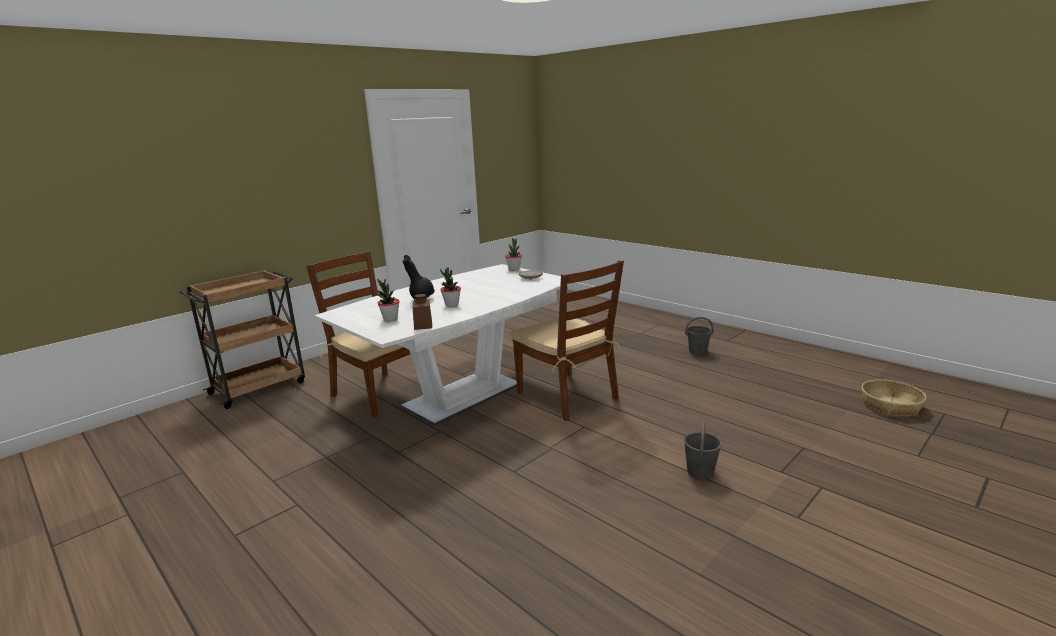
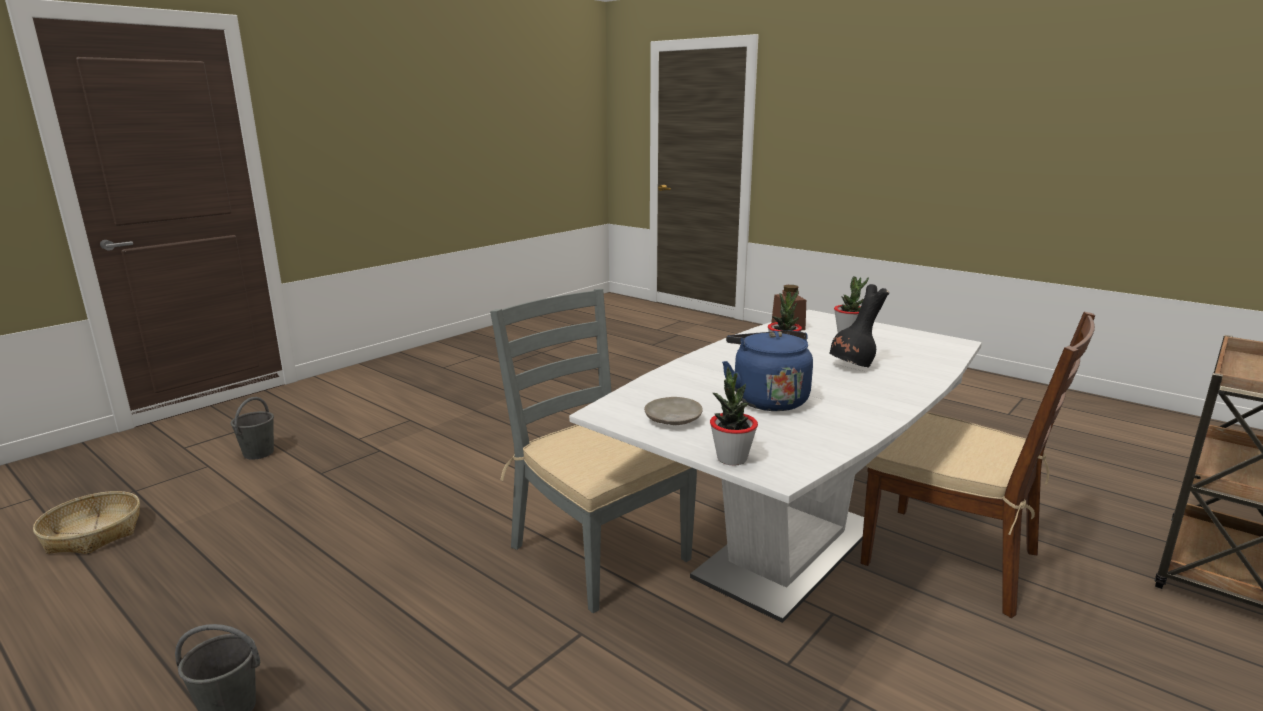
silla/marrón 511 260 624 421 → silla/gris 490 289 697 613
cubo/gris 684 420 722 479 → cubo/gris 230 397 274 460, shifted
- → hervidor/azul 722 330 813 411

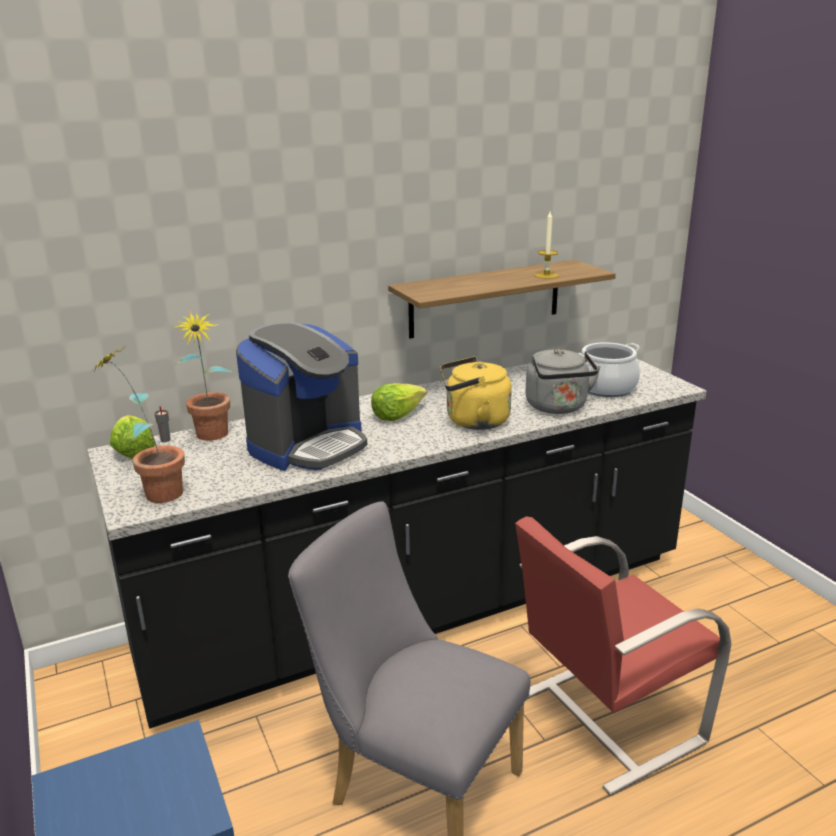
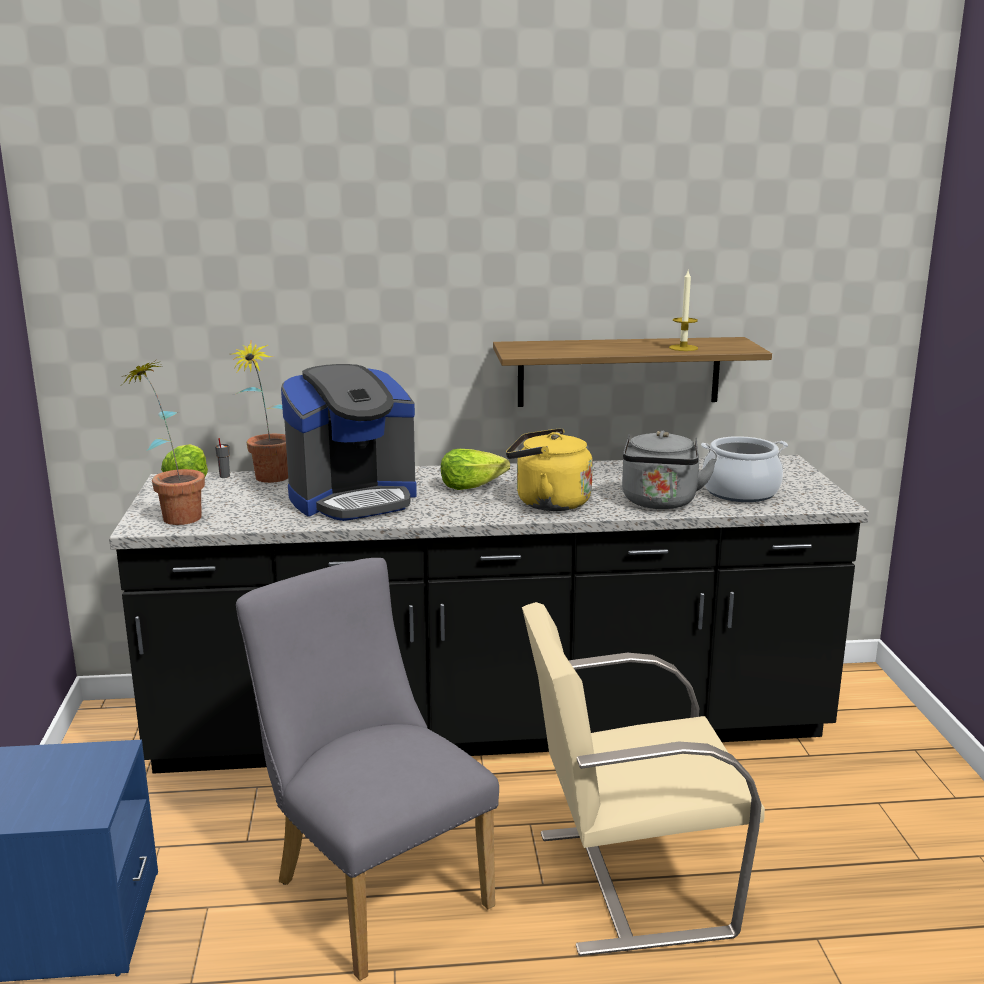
silla/rojo 515 516 731 796 → silla/beis 522 602 765 956

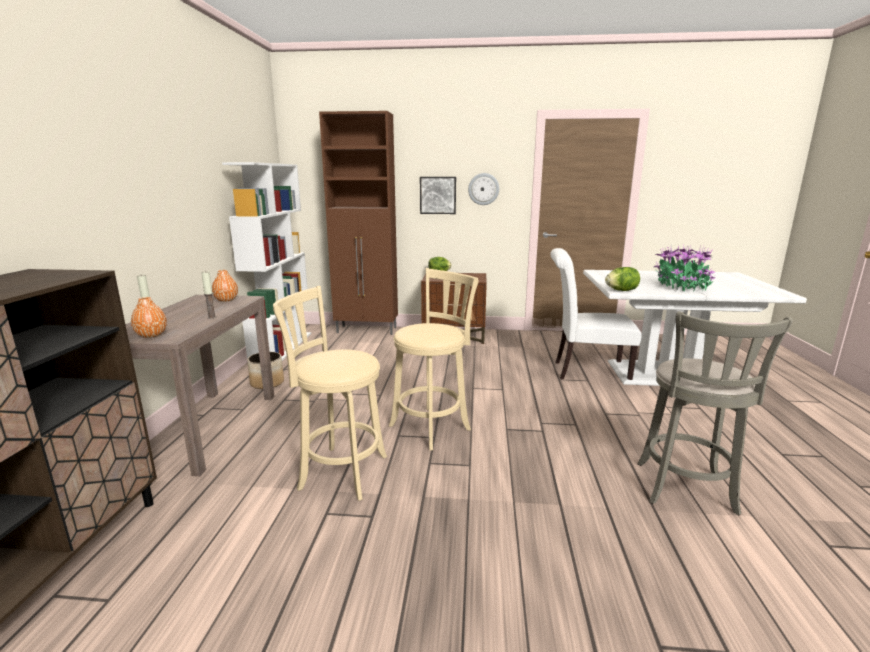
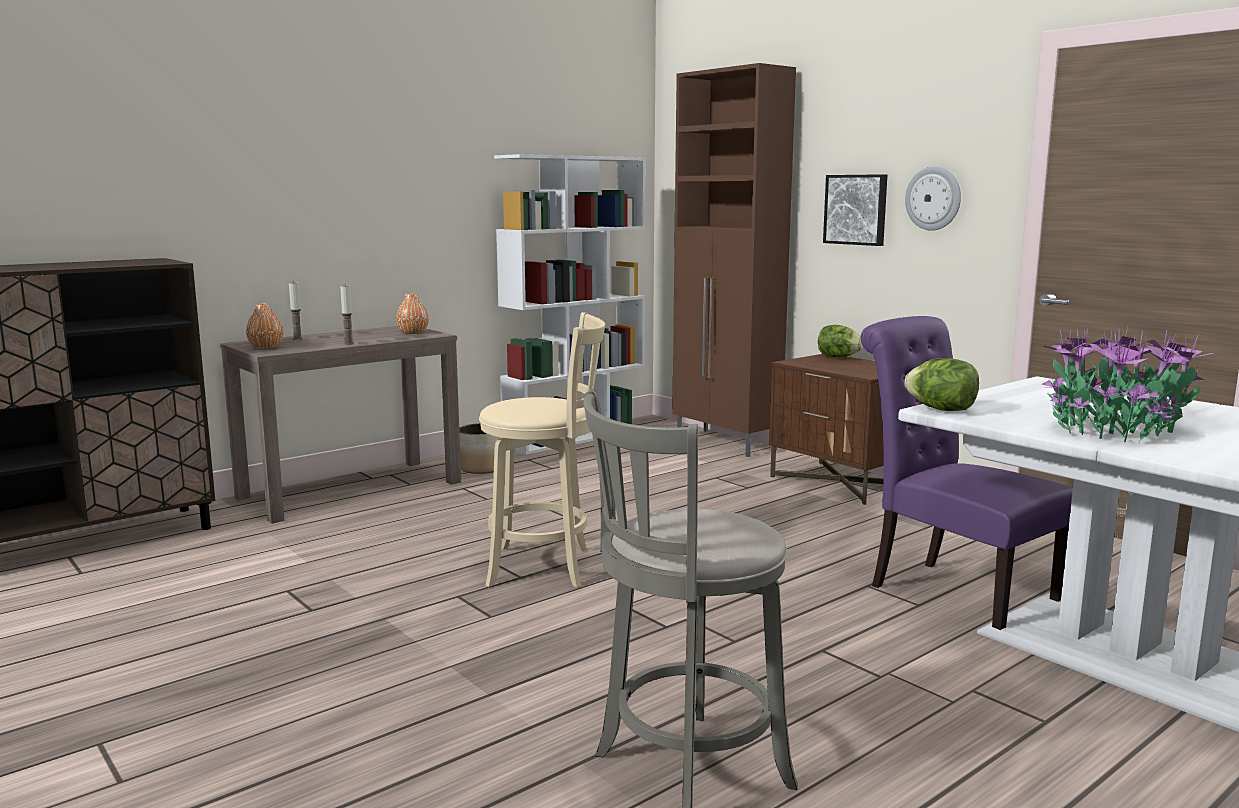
taburete/beis 273 286 387 501 → -
silla/blanco 550 248 641 380 → silla/morado 861 316 1073 630

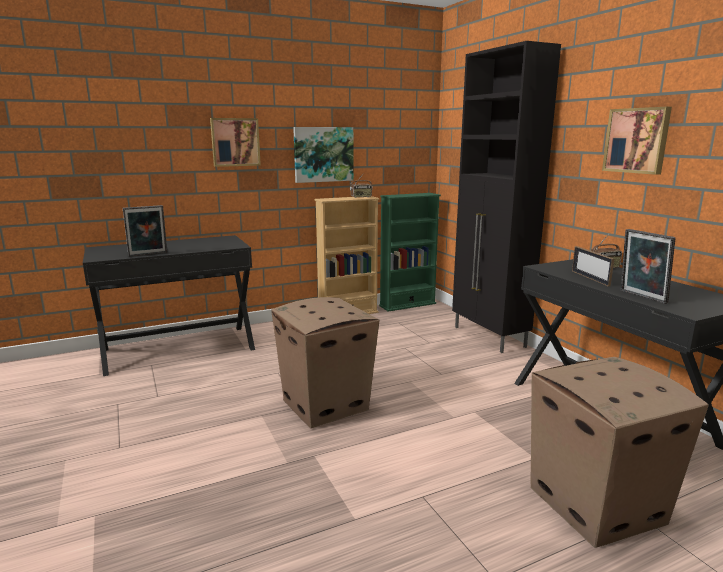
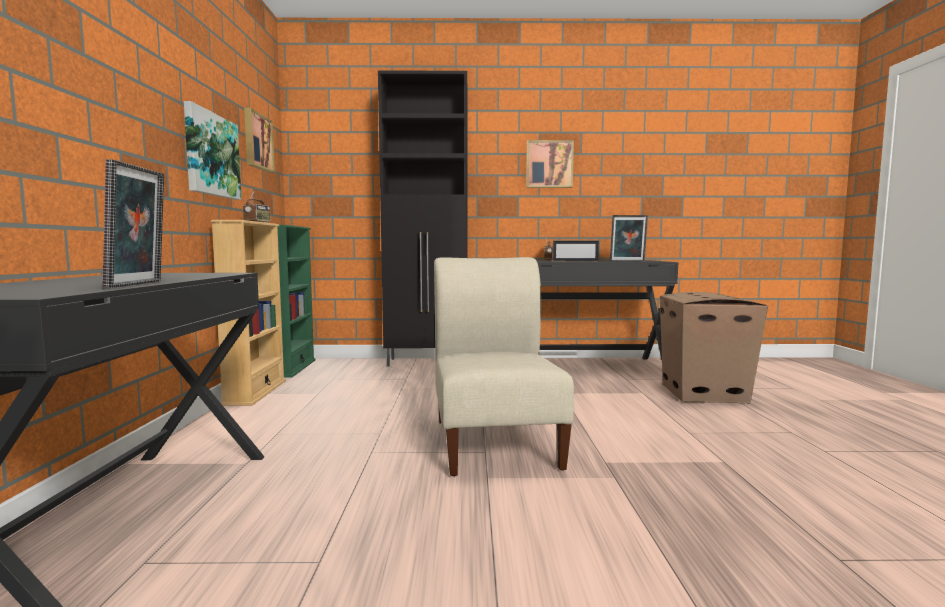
cuadro 210 118 261 167 → cuadro 244 108 275 173, shifted
caja de cartón 271 297 380 428 → silla/beis 434 257 574 476

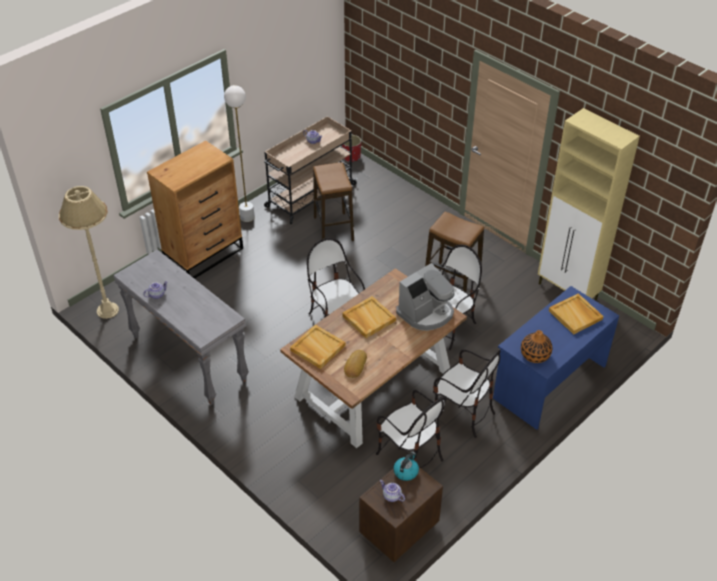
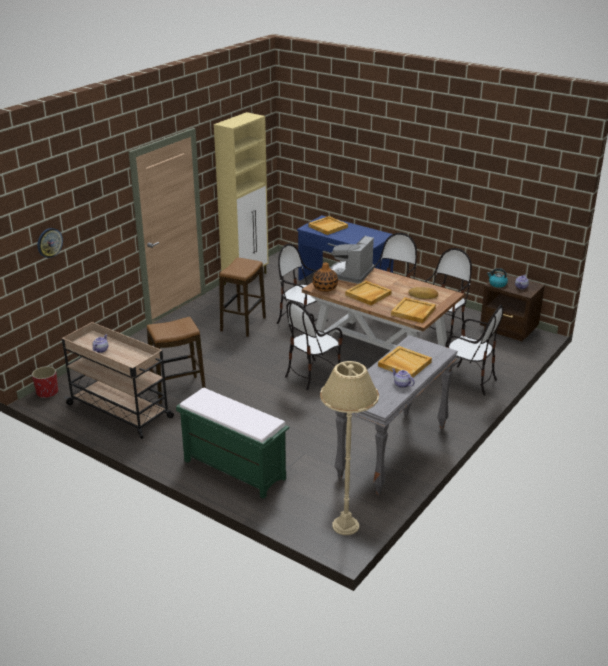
cómoda/marrón 147 140 243 279 → banco/verde 176 387 289 499
lámpara de pie/blanco 224 85 255 222 → -
cafetera 396 263 454 331 → cafetera 330 235 374 284, 105 degrees counterclockwise
florero 521 330 552 363 → florero 313 262 338 292, shifted
- → reloj de pared 38 228 63 258
- → bandeja/beis 378 346 432 377
- → silla 441 305 503 396

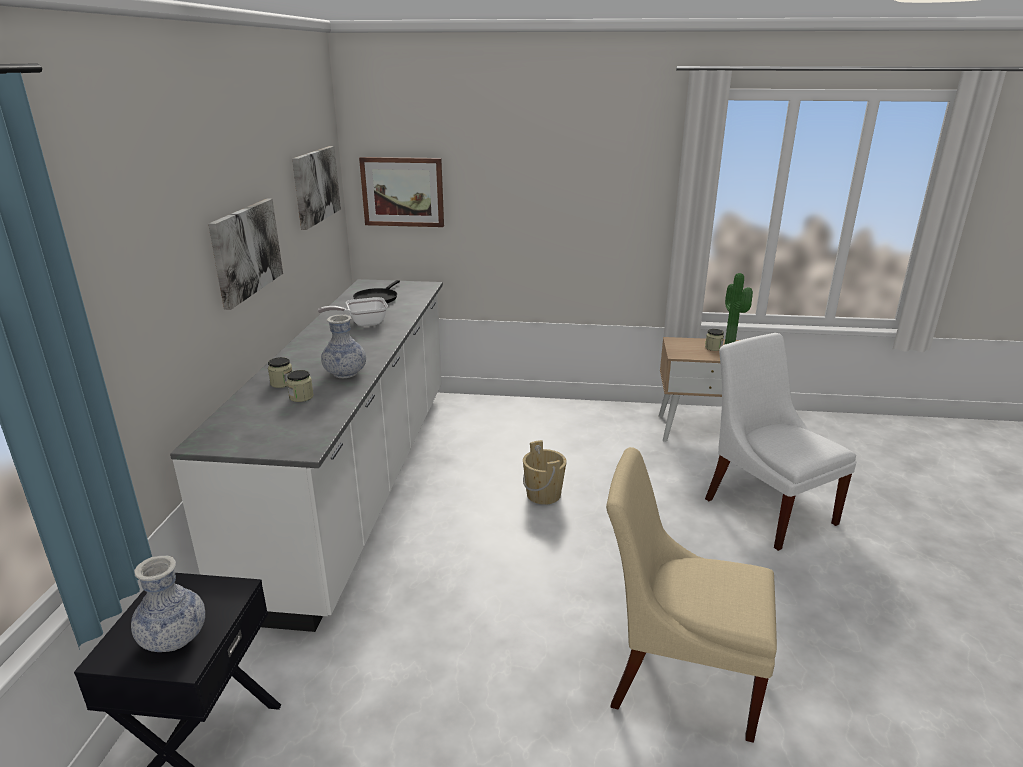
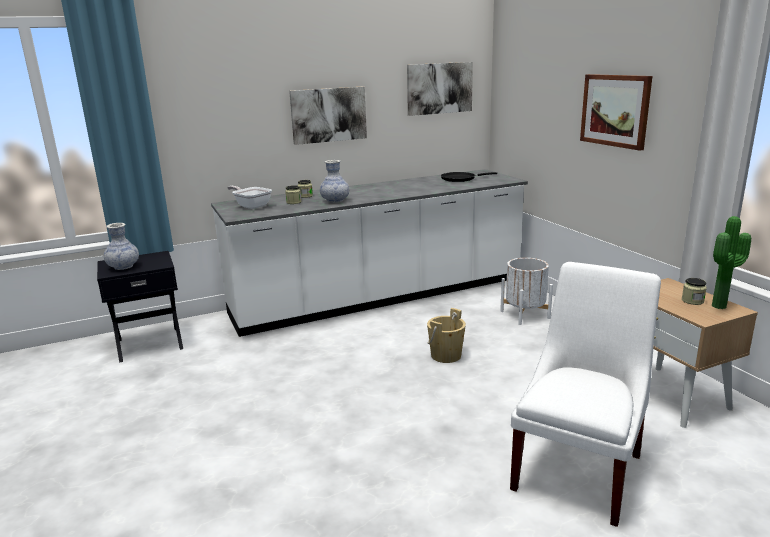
sartén 318 297 388 326 → sartén 227 186 272 209, shifted
cuadro 359 157 444 227 → cuadro 580 74 652 151, shifted
silla/beis 606 447 777 743 → -
- → maceta/blanco 500 258 553 325

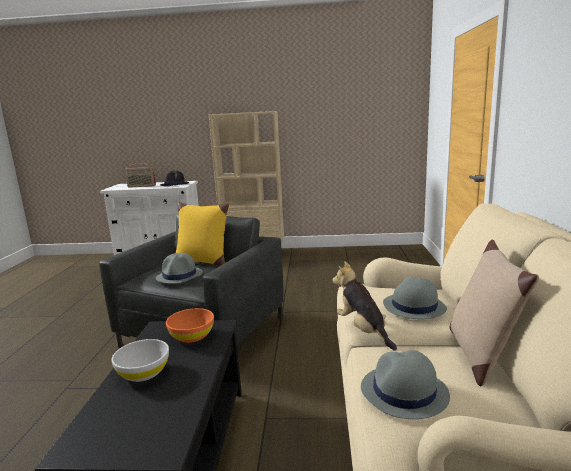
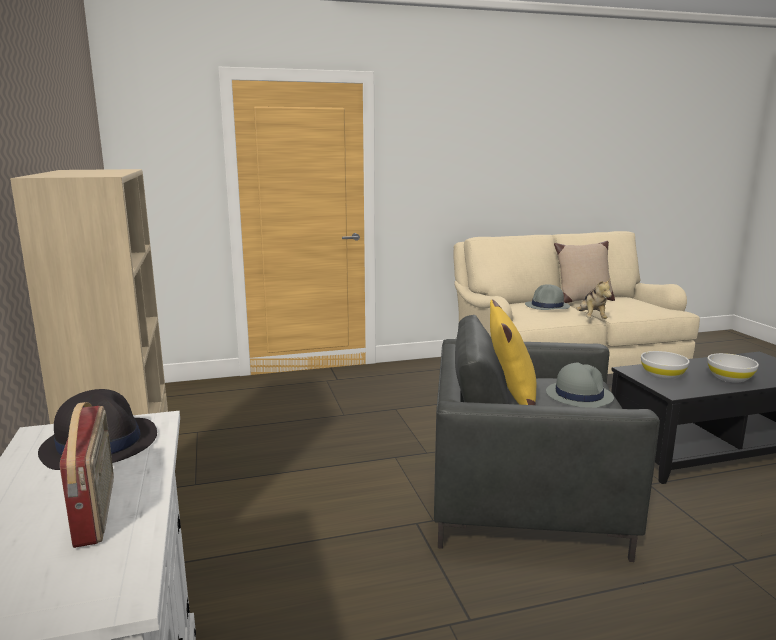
cuenco/naranja 166 308 214 343 → cuenco/blanco 641 351 690 380
peluche 332 261 397 351 → peluche 576 279 612 319, 45 degrees counterclockwise
sombrero/gris 361 350 450 419 → -

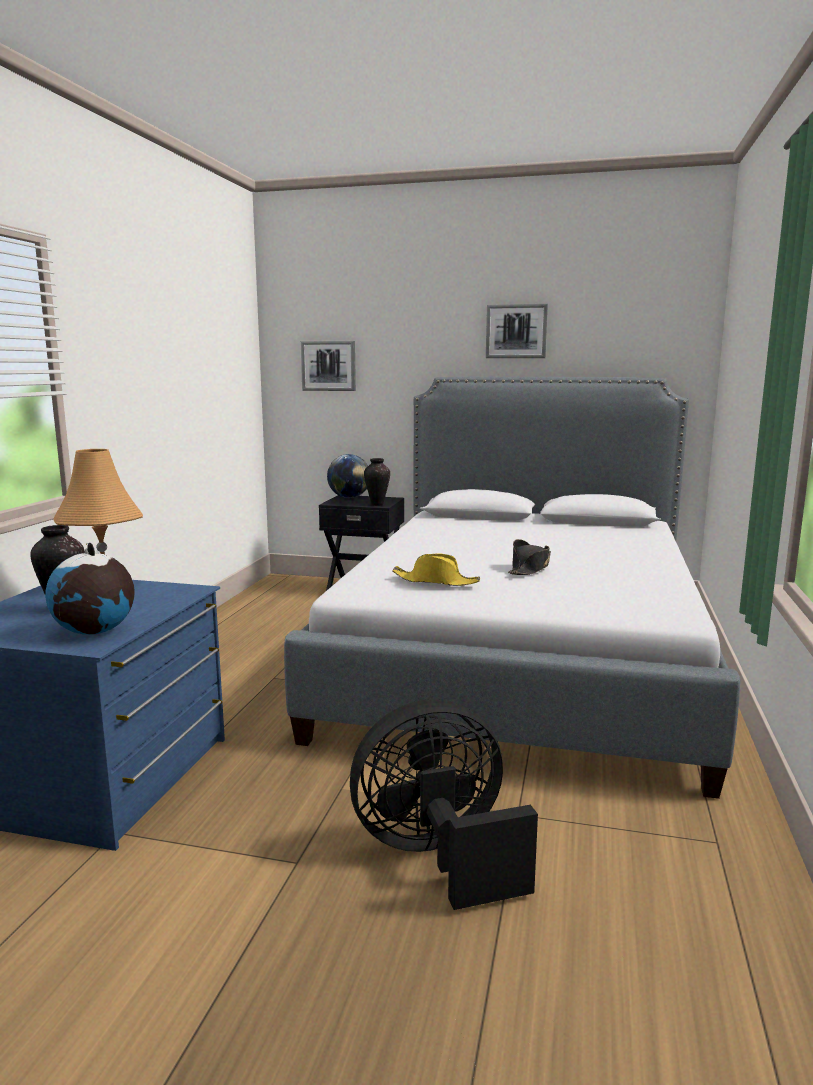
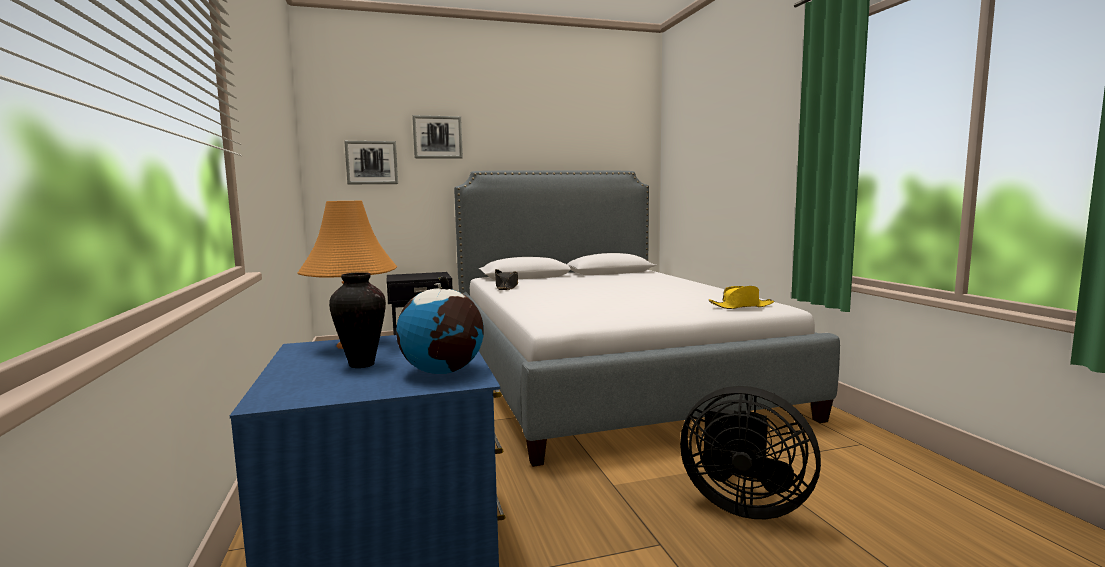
globo terráqueo 327 454 368 498 → -
ventilador/negro 350 699 538 910 → ventilador/negro 680 386 821 519, 105 degrees counterclockwise
florero 364 458 390 506 → -
sombrero/amarillo 392 554 480 586 → sombrero/amarillo 709 286 774 309, shifted
cuadro 486 304 548 358 → cuadro 412 115 463 159, shifted
sombrero/negro 508 539 551 575 → sombrero/negro 495 269 518 290, shifted

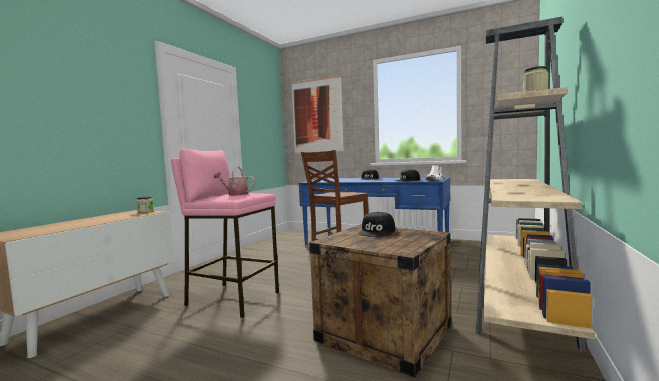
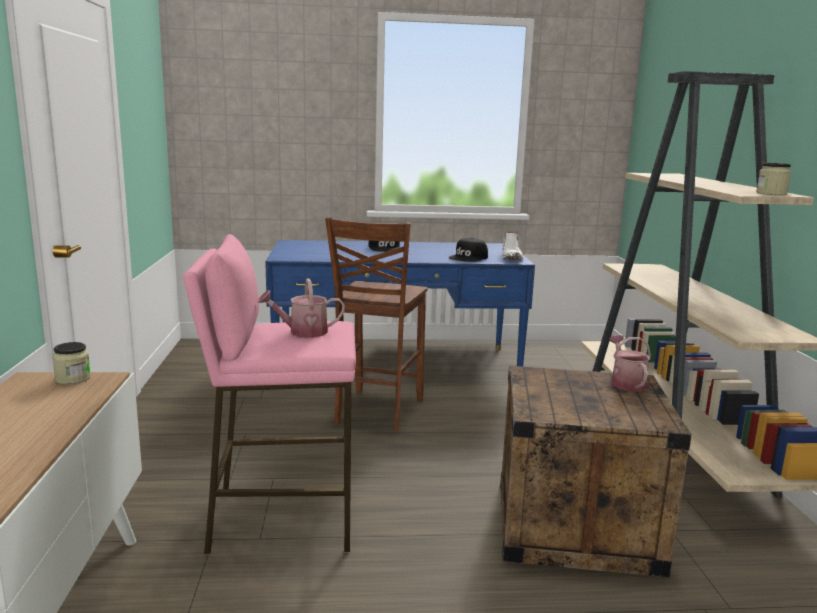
cuadro 291 75 344 154 → -
gorra/negro 358 212 395 237 → -
- → regadera 609 335 651 392

